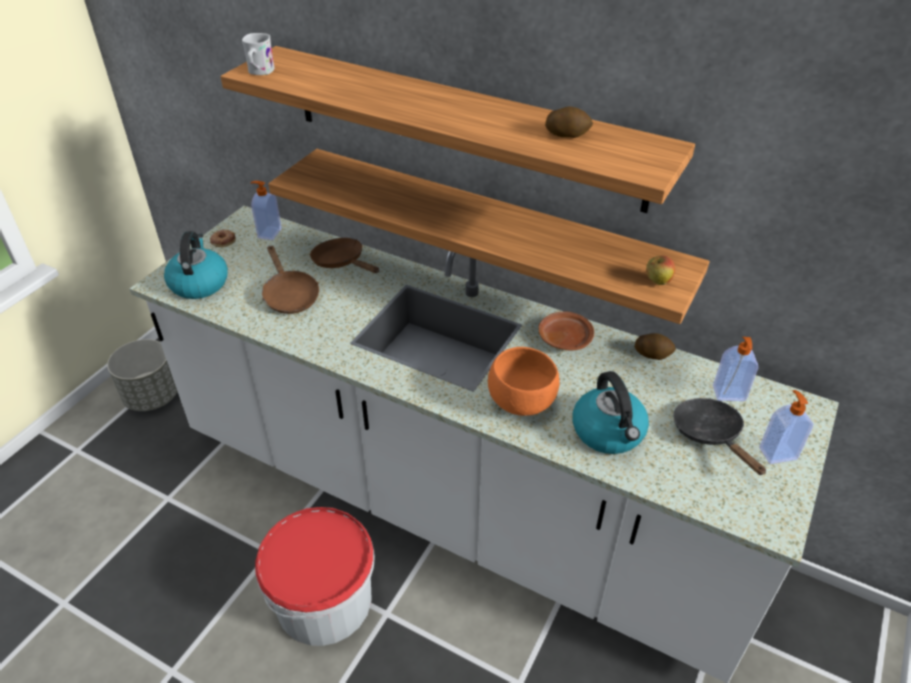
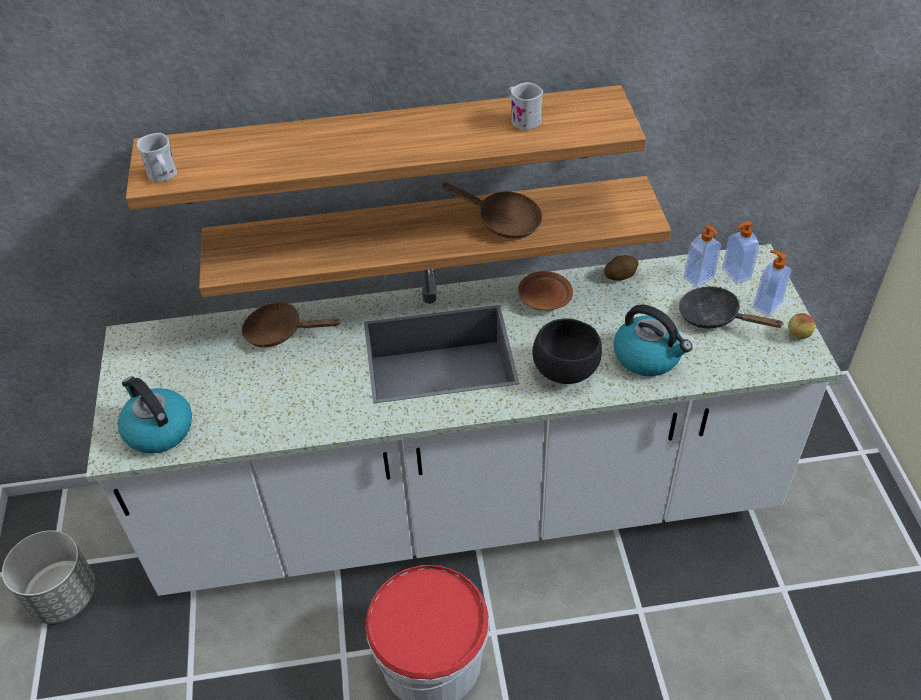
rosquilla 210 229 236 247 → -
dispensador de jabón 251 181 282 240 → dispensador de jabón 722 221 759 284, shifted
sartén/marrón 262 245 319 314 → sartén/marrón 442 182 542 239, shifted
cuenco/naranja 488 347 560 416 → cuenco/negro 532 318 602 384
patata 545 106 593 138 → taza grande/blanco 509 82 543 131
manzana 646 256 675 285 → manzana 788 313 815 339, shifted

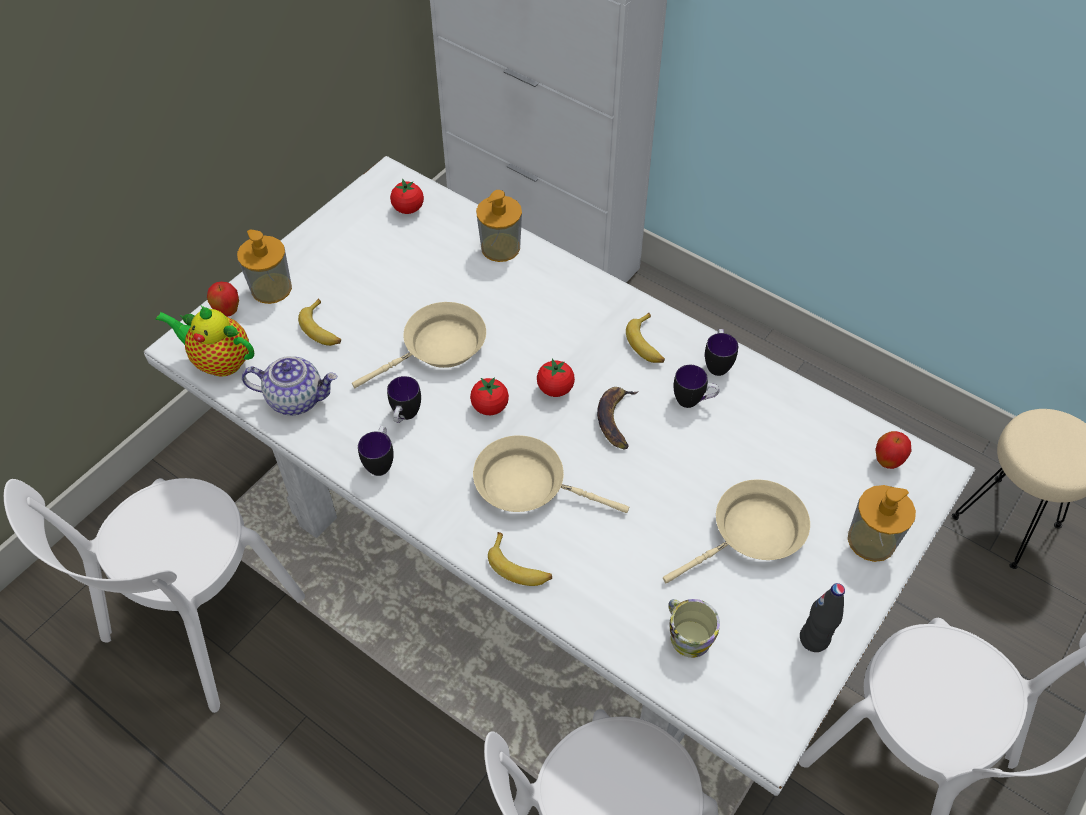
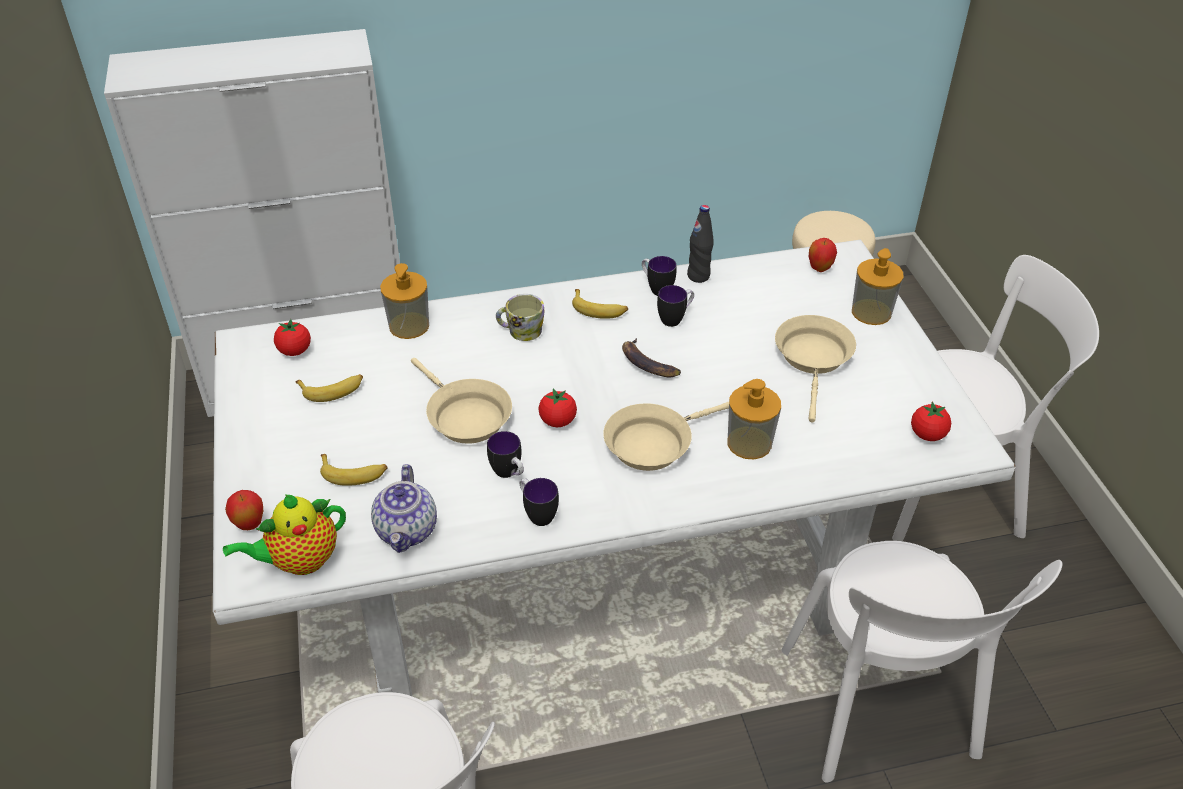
dispensador de jabón 237 230 292 304 → dispensador de jabón 728 379 781 459, shifted
tetera 242 356 338 415 → tetera 371 464 437 553, 135 degrees clockwise
sartén/beis 352 302 486 388 → sartén/beis 411 358 512 444, 135 degrees clockwise
plátano 488 532 552 586 → plátano 296 374 363 402, shifted
tomate 537 359 575 397 → tomate 911 401 951 441, shifted
taza grande 668 599 720 658 → taza grande 496 294 544 341, shifted
botella/negro 800 583 845 652 → botella/negro 687 205 714 283, shifted

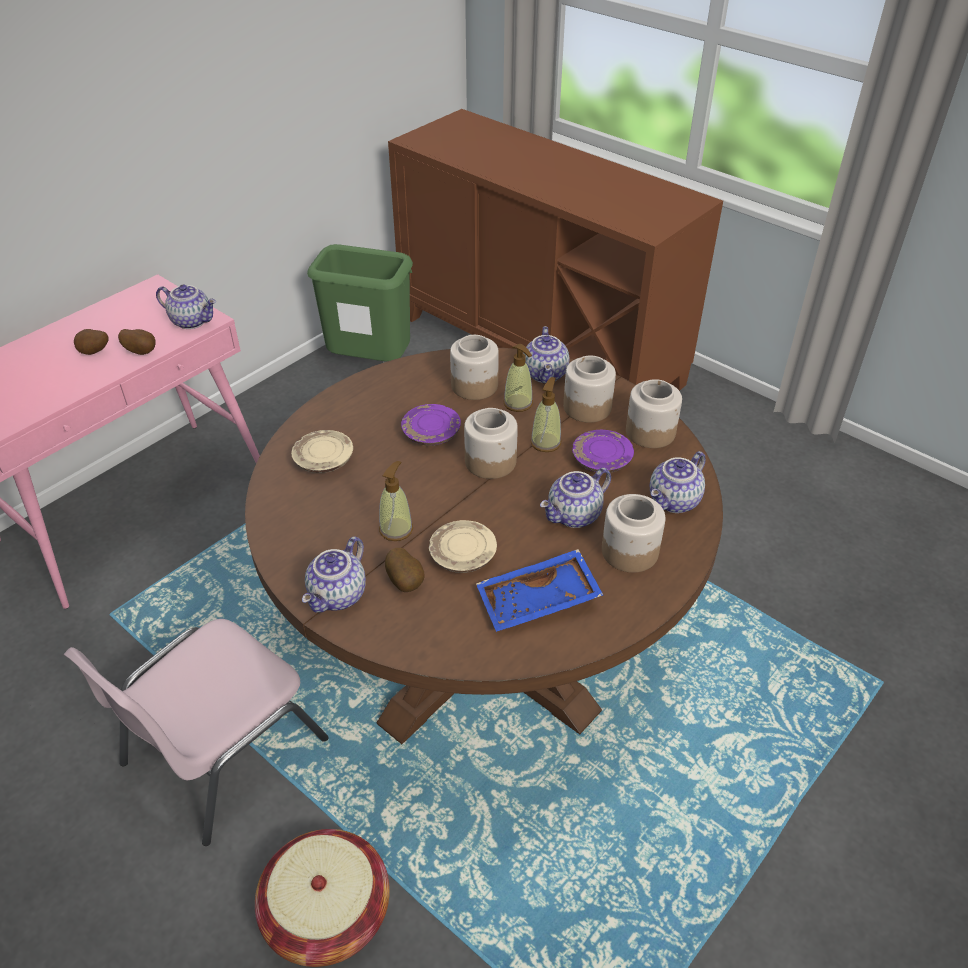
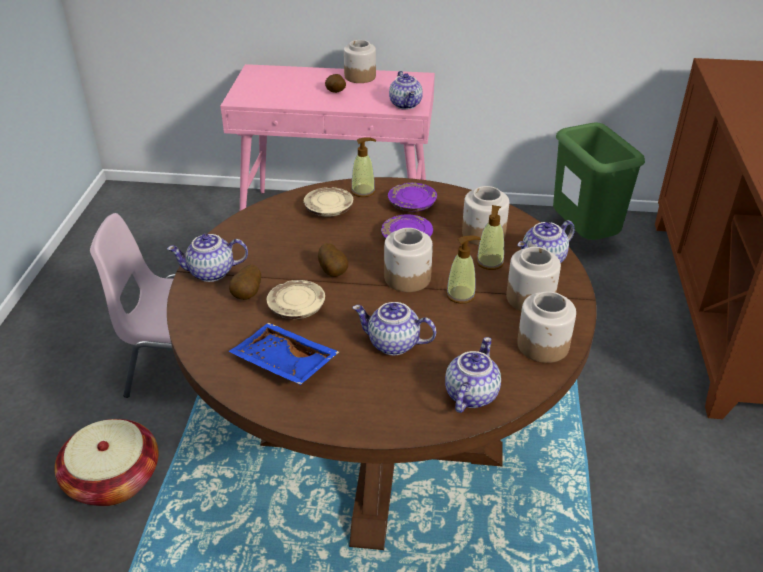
patata 118 329 156 355 → patata 318 243 348 277, shifted
dispensador de jabón 379 461 413 541 → dispensador de jabón 351 137 376 197, shifted
plato/morado 572 430 634 473 → plato/morado 388 183 437 211, shifted
tarro 602 494 665 573 → tarro 344 40 376 83, shifted
tetera 650 451 706 513 → tetera 445 337 501 413, 105 degrees clockwise

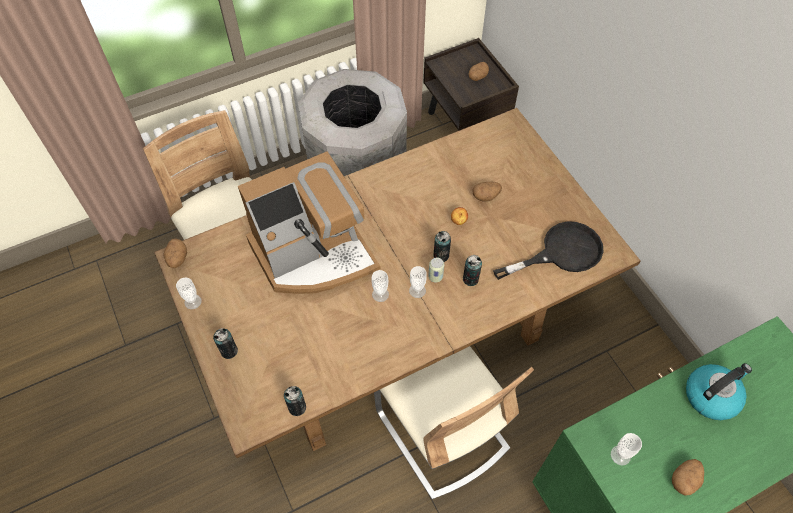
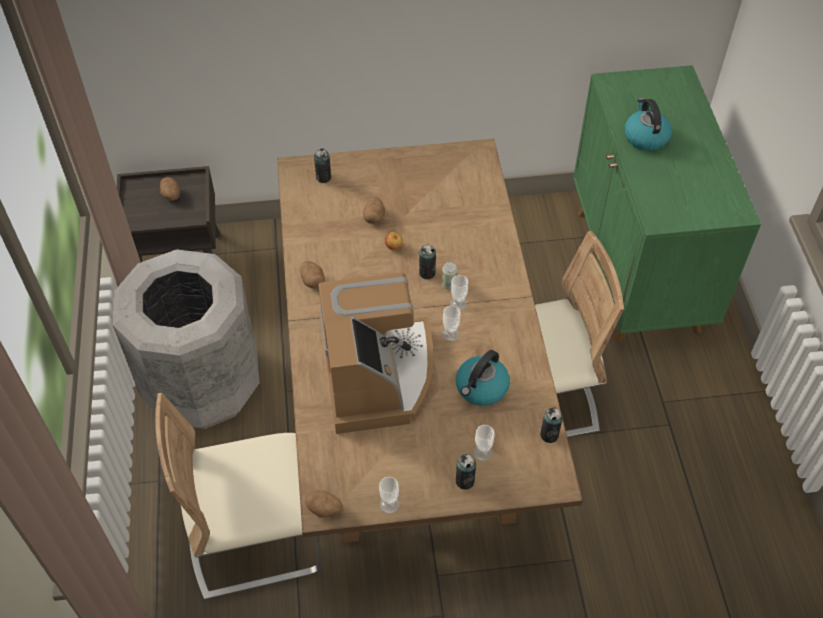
lata 463 255 482 286 → lata 314 148 331 183, shifted
sartén/negro 493 221 604 280 → -
taza 611 433 642 465 → taza 473 425 495 461, shifted
patata 672 459 704 496 → patata 300 261 325 289, shifted
- → hervidor 456 350 510 406

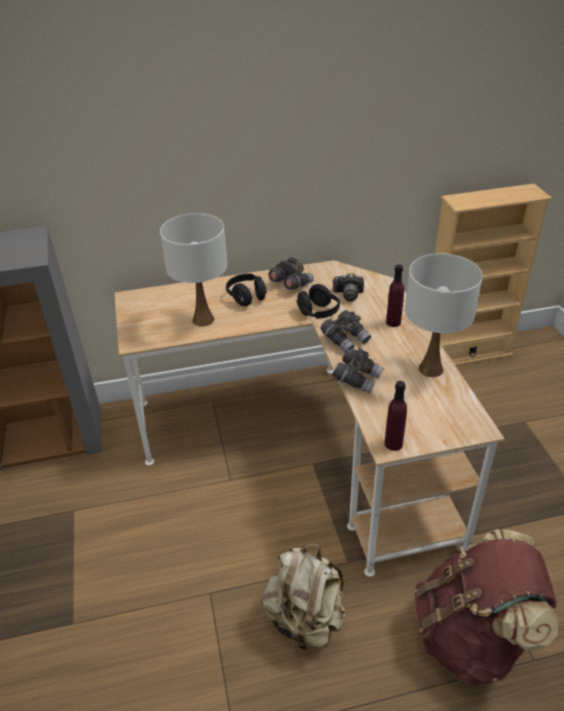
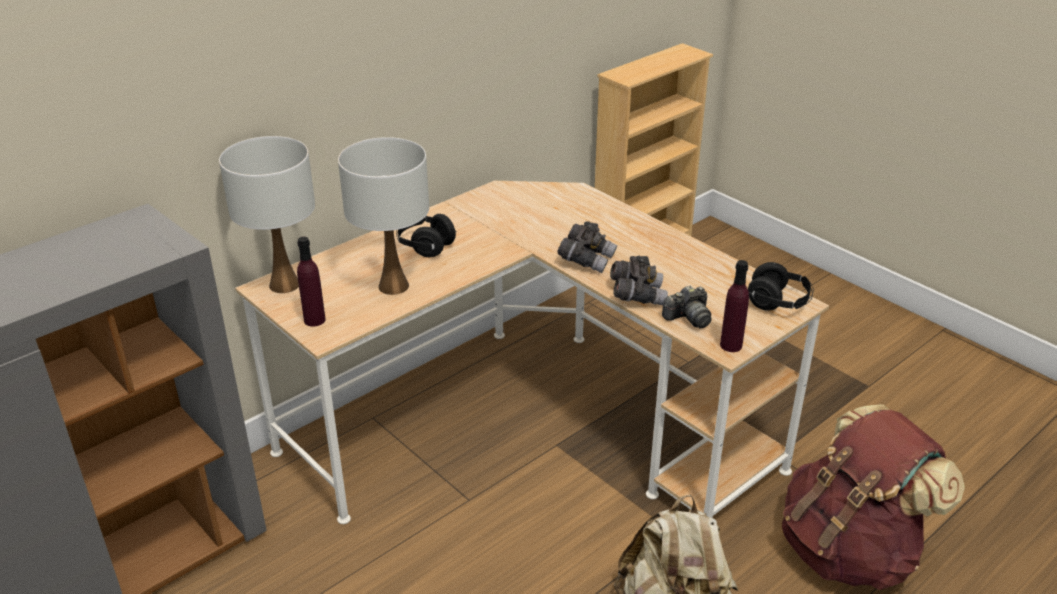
prismáticos/gris 269 257 314 290 → -
auriculares/negro 296 284 340 319 → auriculares/negro 748 262 814 310, shifted
cámara 332 273 364 302 → cámara 662 285 712 328, shifted
botella/morado 386 264 404 327 → botella/morado 297 237 325 327, shifted
lámpara de mesa/blanco 405 254 483 377 → lámpara de mesa/blanco 219 136 315 293, shifted

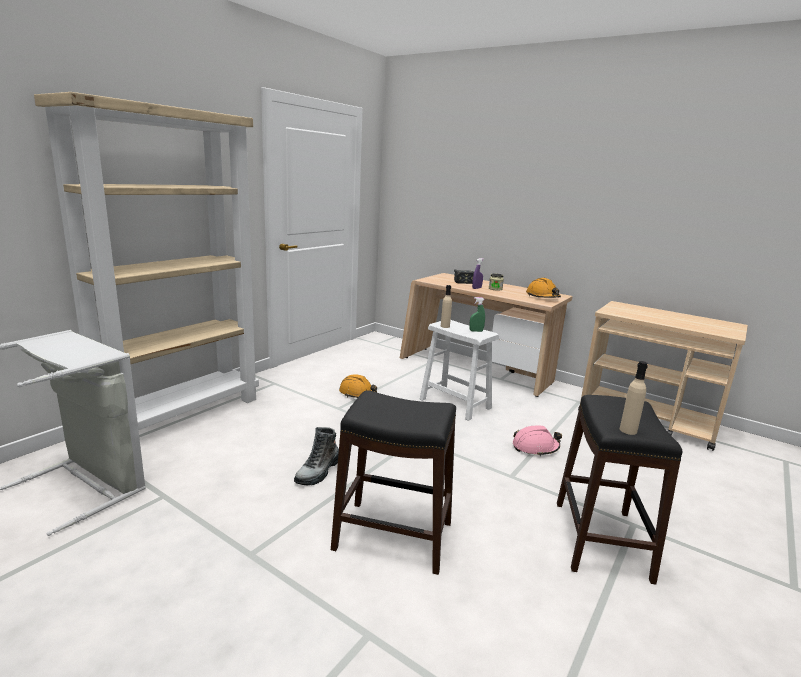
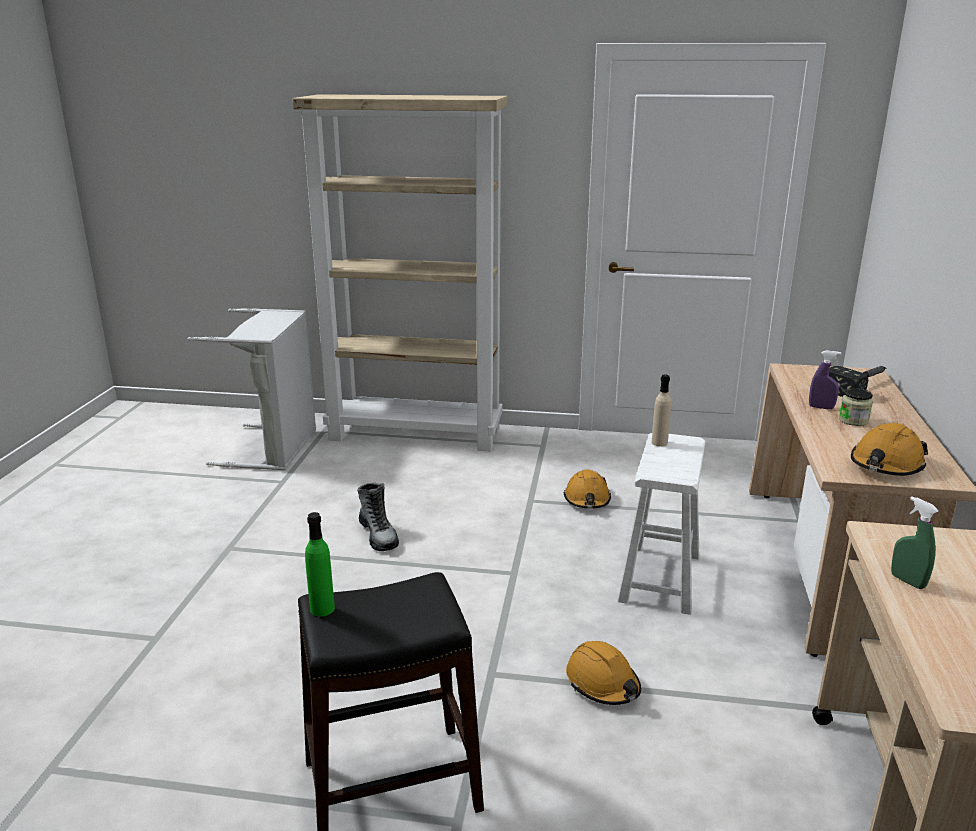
bota 294 427 339 486 → bota 357 482 399 551, 120 degrees counterclockwise
taburete/negro 331 390 456 575 → -
pulverizador/verde 469 297 485 332 → pulverizador/verde 891 496 939 589, shifted
casco/rosa 513 425 562 456 → casco/naranja 566 641 641 705
botella/beis 620 361 648 435 → botella/verde 305 512 335 617

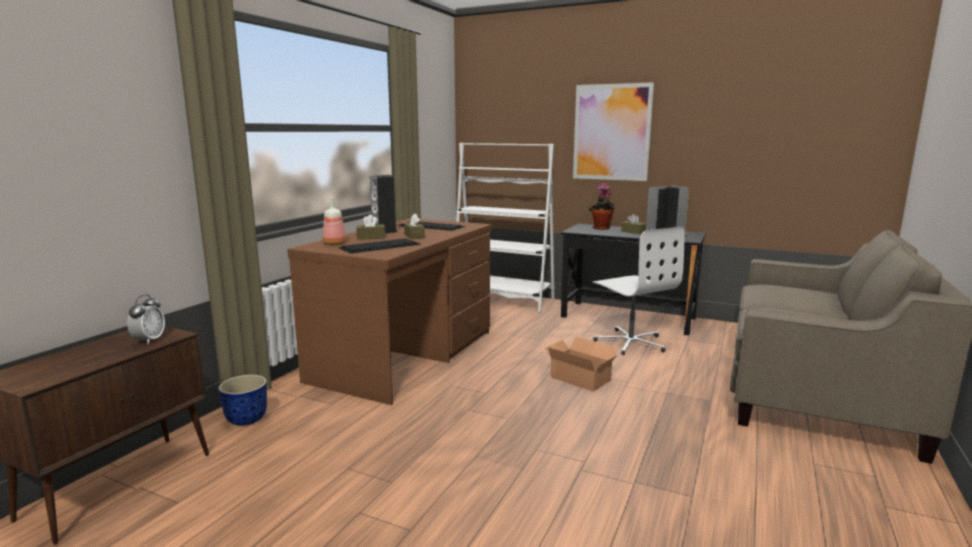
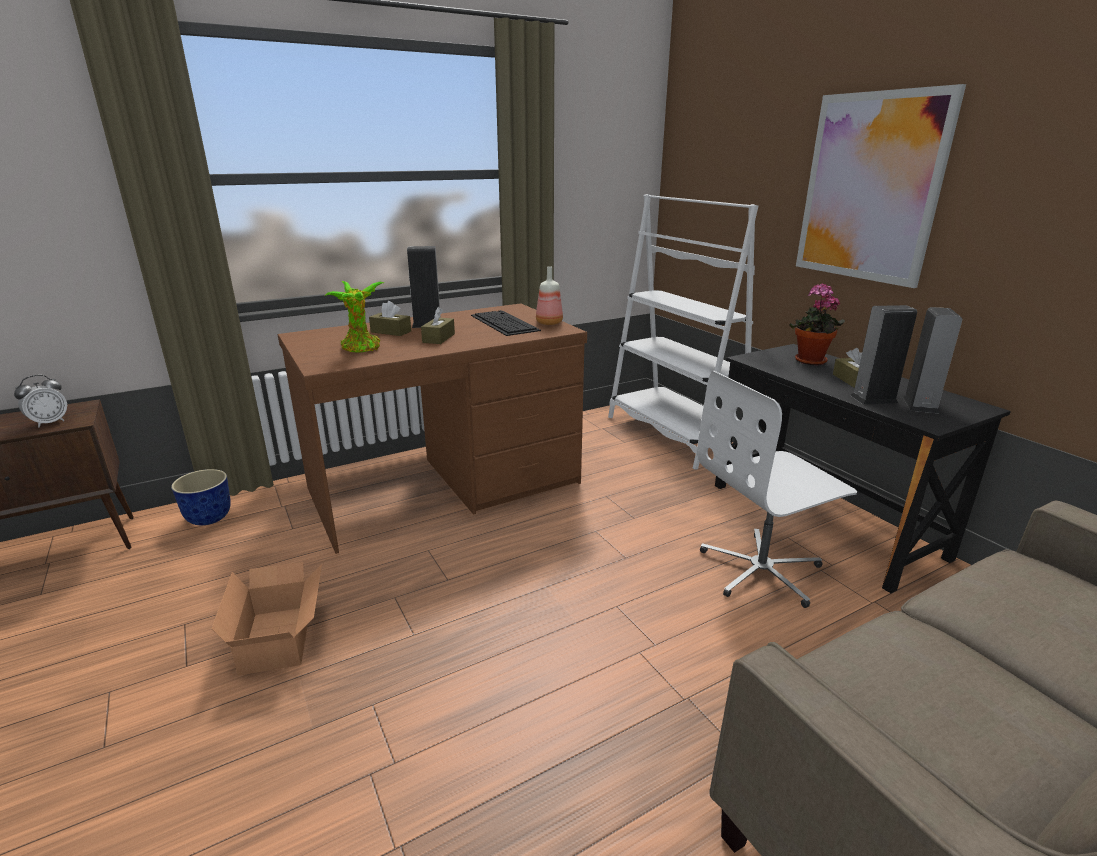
botella 323 197 346 245 → botella 536 266 563 325, shifted
teclado 338 238 421 253 → planta en maceta 325 281 385 353
caja de cartón 545 337 618 392 → caja de cartón 212 562 322 675, shifted
silla de oficina/blanco 593 227 685 355 → silla de oficina/blanco 697 371 857 608, 60 degrees clockwise

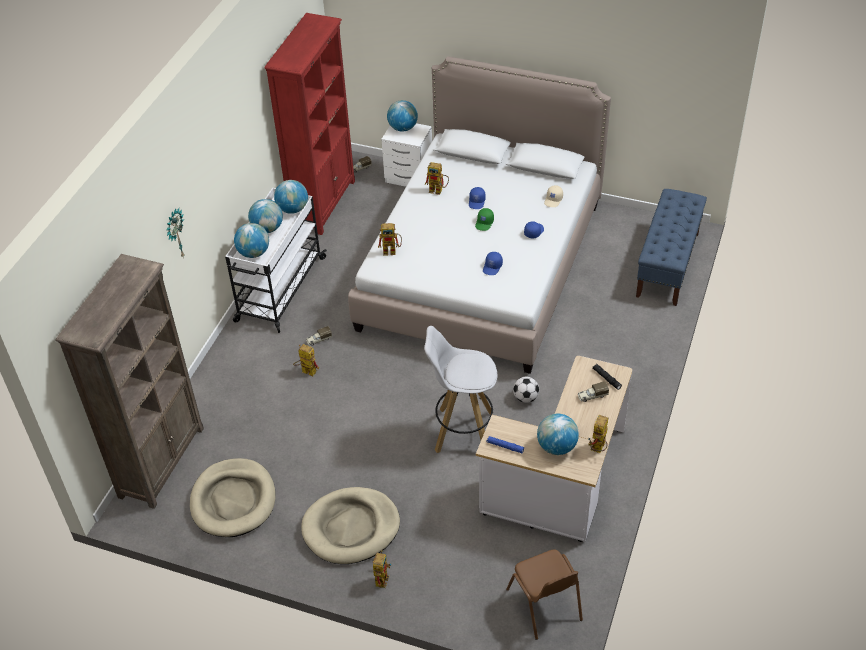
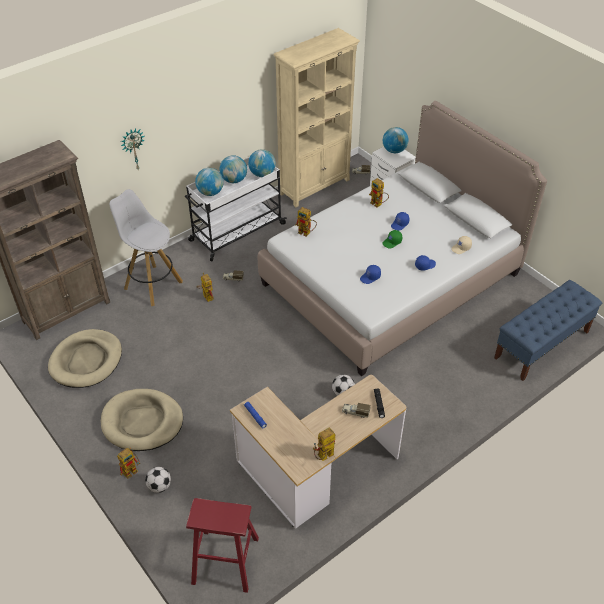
estantería/rojo 265 13 355 235 → estantería/beis 274 28 360 207
taburete/blanco 424 326 497 453 → taburete/blanco 109 189 183 306, shifted
silla/marrón 506 549 583 640 → taburete/rojo 186 498 259 593
globo terráqueo 537 414 579 455 → -
- → balón de fútbol 145 467 171 493

